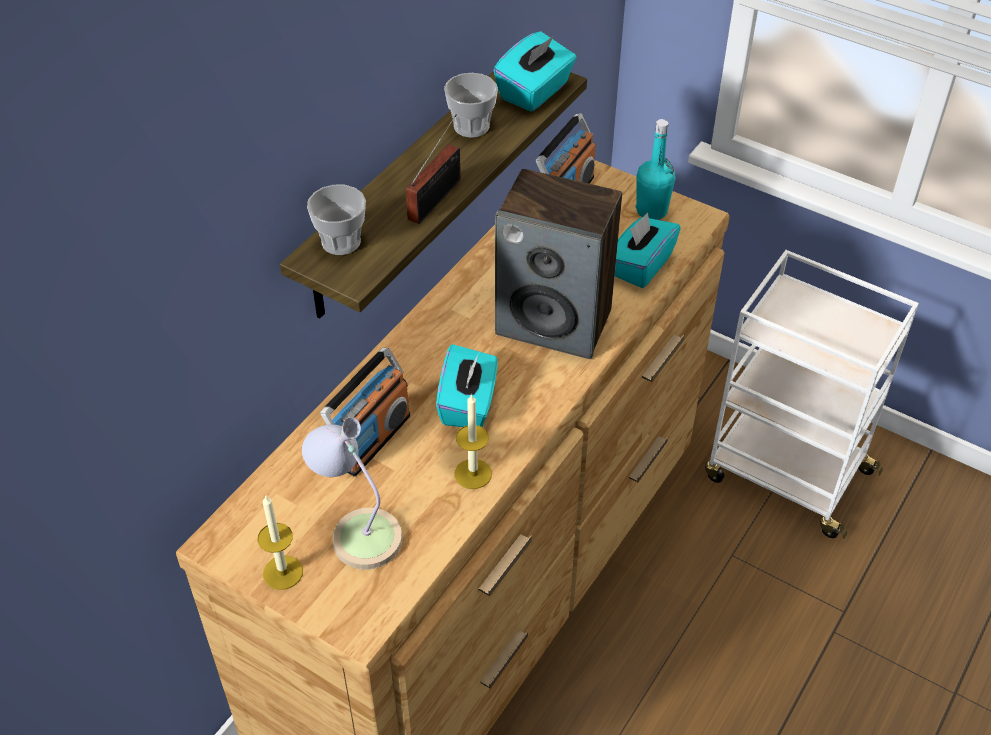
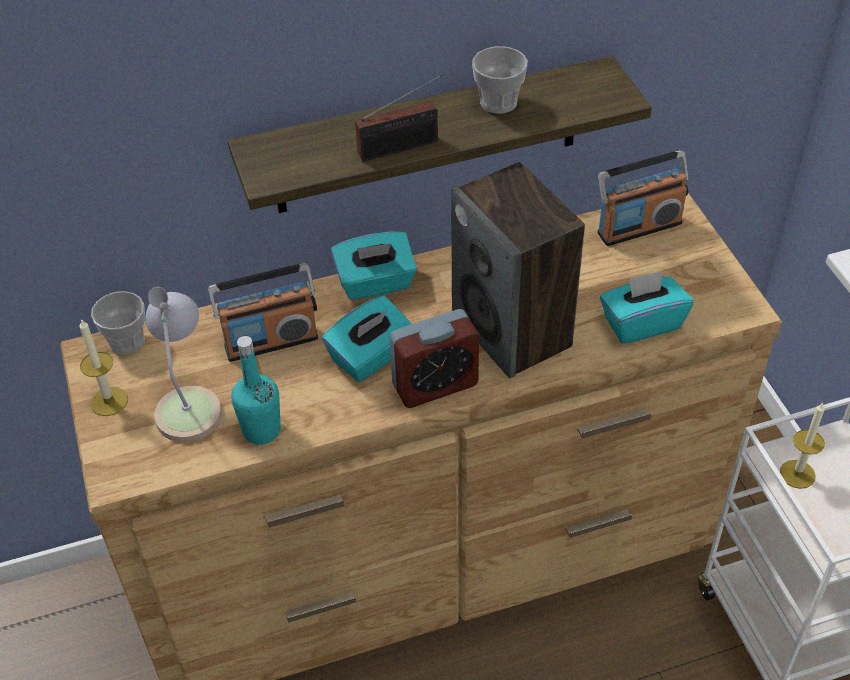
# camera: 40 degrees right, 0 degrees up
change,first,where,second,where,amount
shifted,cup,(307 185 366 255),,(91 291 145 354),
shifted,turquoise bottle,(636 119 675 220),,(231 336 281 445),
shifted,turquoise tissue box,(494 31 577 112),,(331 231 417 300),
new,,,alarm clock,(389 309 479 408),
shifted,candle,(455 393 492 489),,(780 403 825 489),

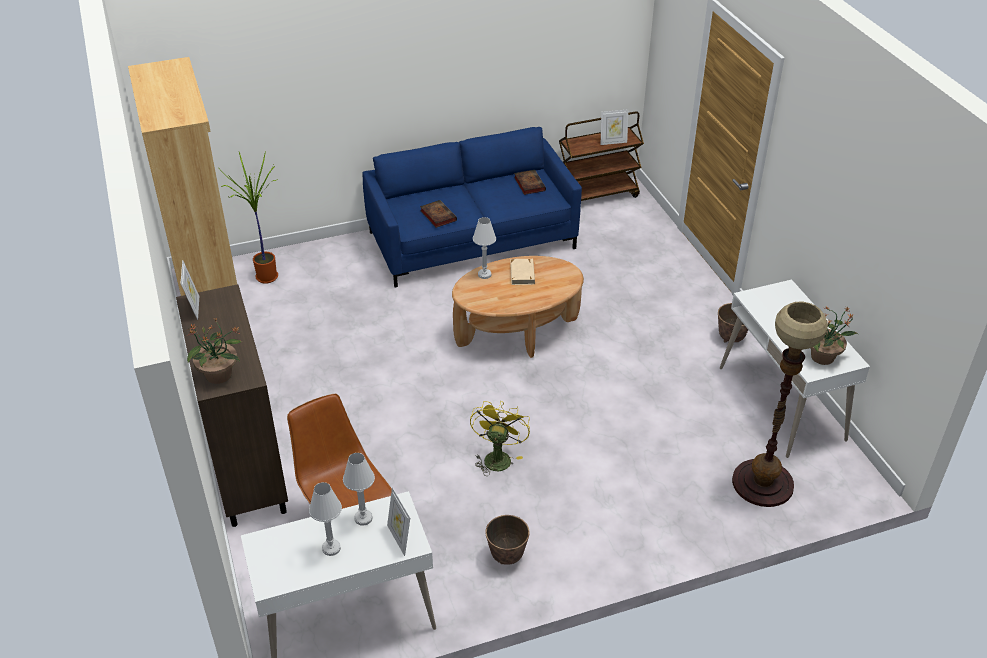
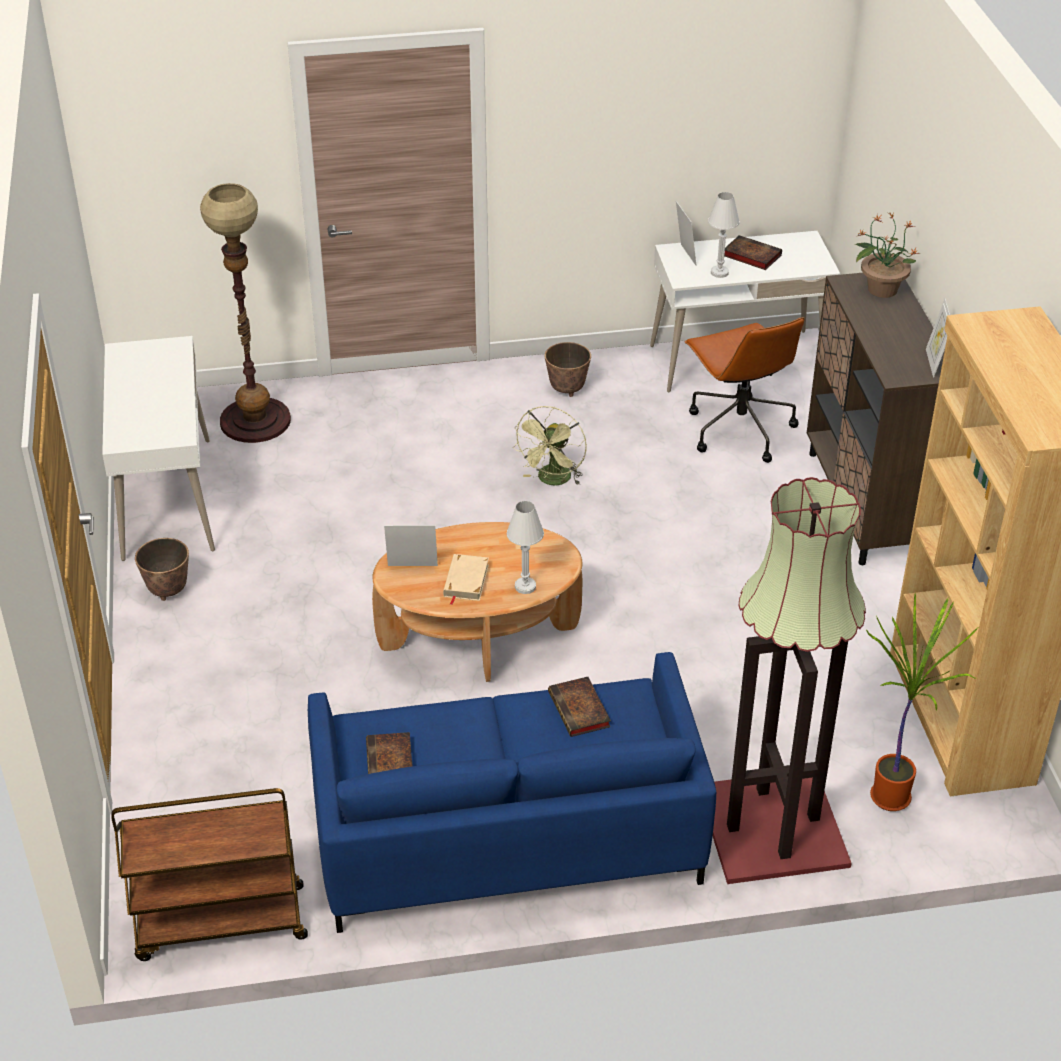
# camera: 170 degrees left, 0 degrees up
change,first,where,second,where,amount
shifted,picture frame,(601 109 628 145),,(384 525 438 566),
repainted,yellow fan,(470 400 530 476),green fan,(513 406 587 486),
new,,,floor lamp,(713 477 866 884),
swapped,white table lamp,(309 482 342 556),book,(724 235 782 270),
gone,potted plant,(811 306 858 365),,,

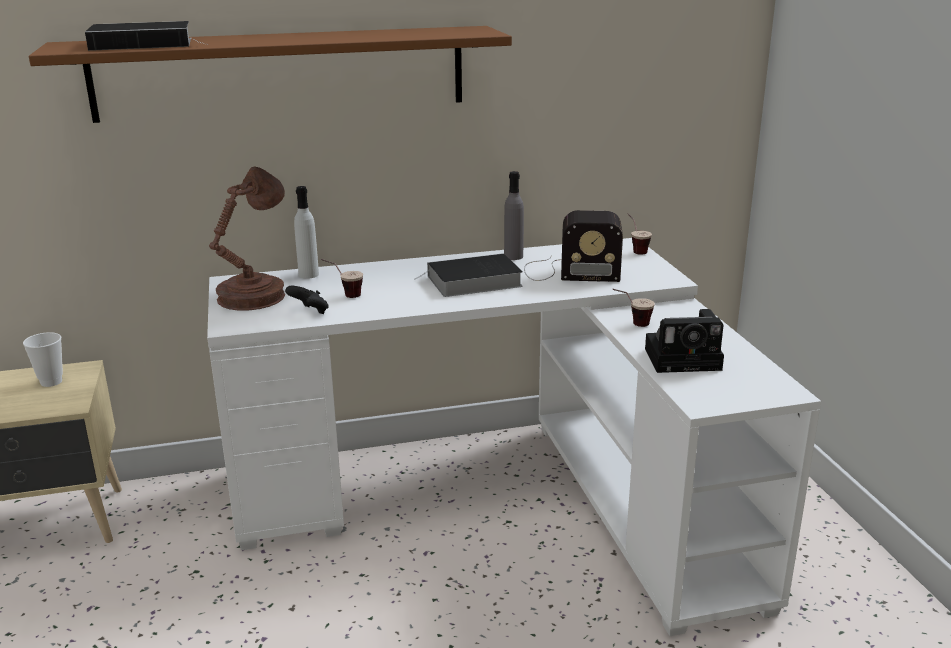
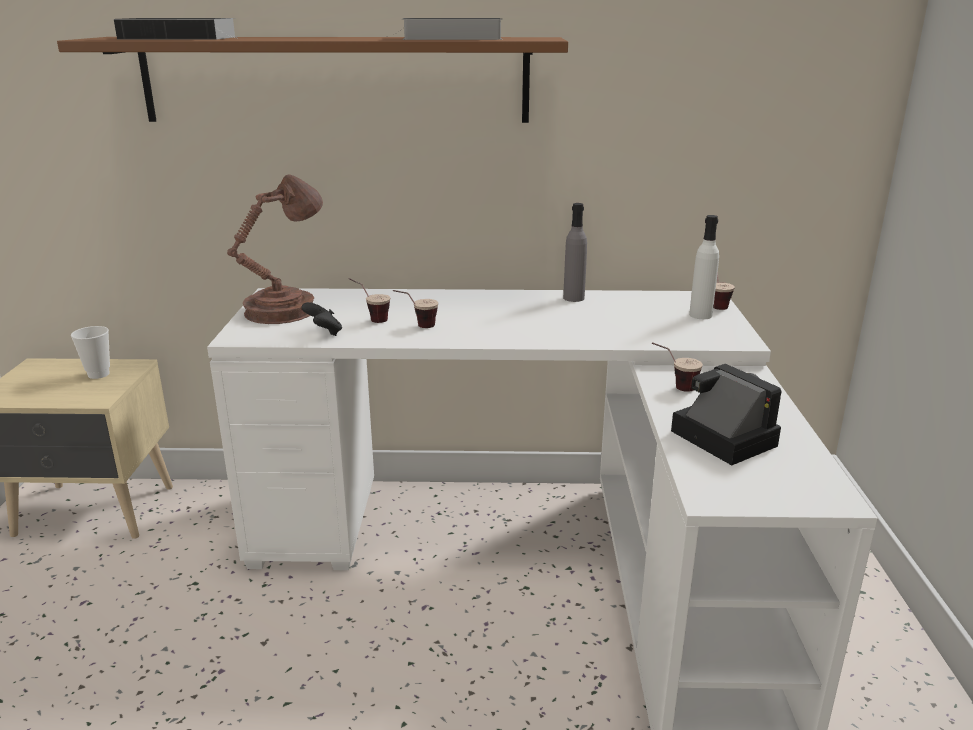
# camera: 15 degrees right, 0 degrees up
change,first,where,second,where,amount
shifted,book,(414 253 523 297),,(387 18 503 40),
new,,,cup,(393 290 438 328),
rotated,photo camera,(645 309 724 373),,(671 364 782 465),135 degrees counterclockwise
shifted,white bottle,(294 186 319 279),,(689 215 719 319),
gone,radio,(524 210 623 282),,,

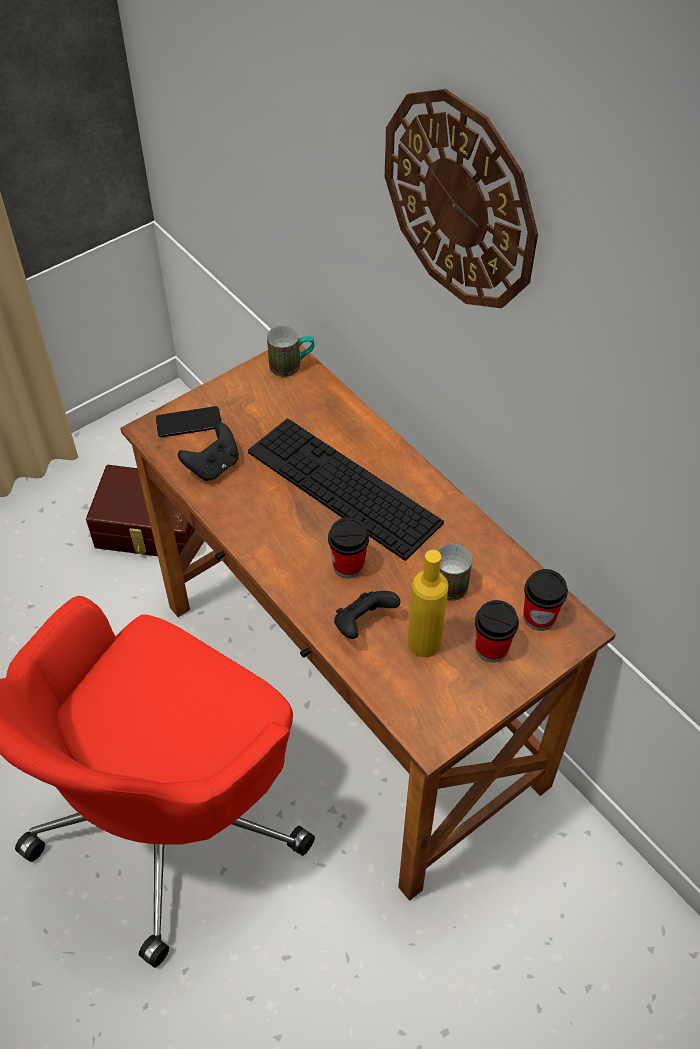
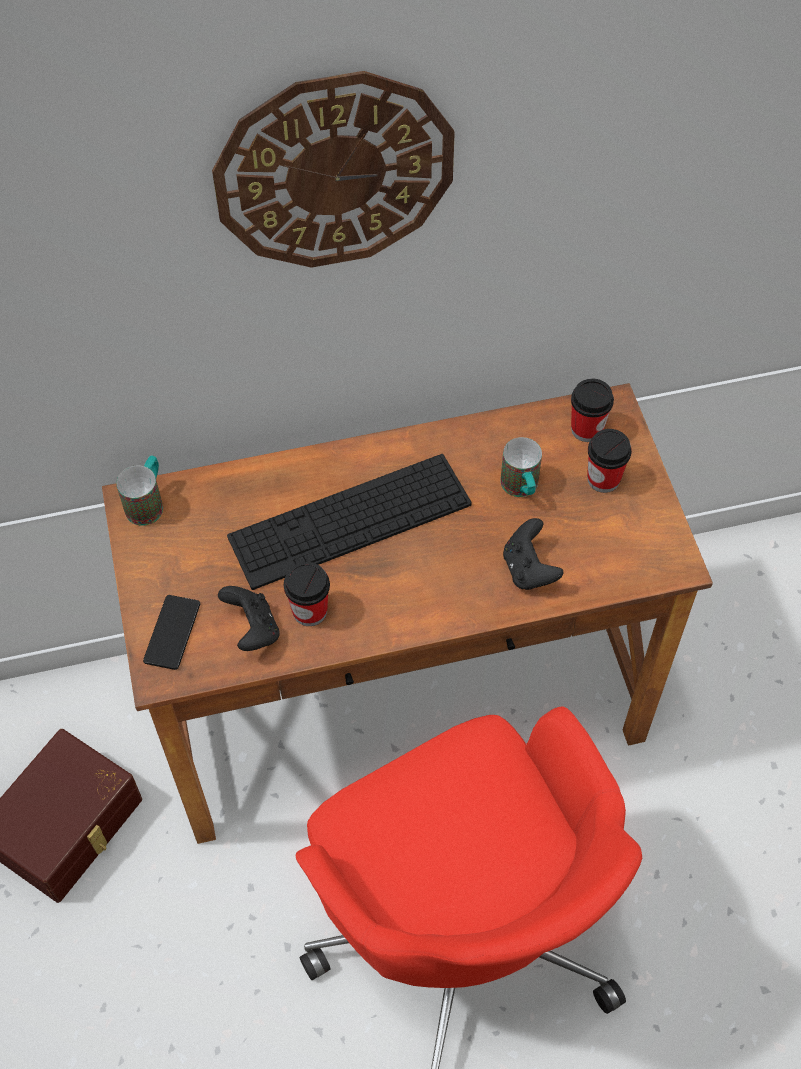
# camera: 65 degrees left, 5 degrees up
change,first,where,second,where,amount
shifted,cup,(328 517 369 578),,(284 562 330 626),
gone,yellow bottle,(408 550 448 657),,,

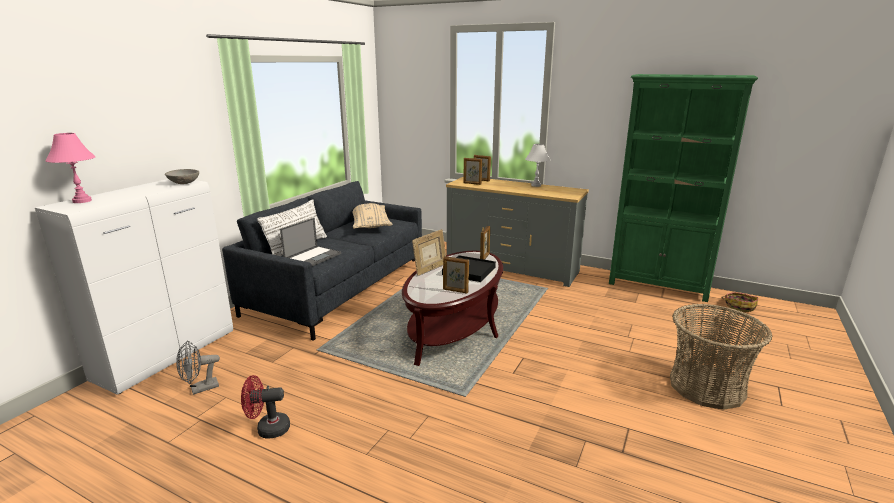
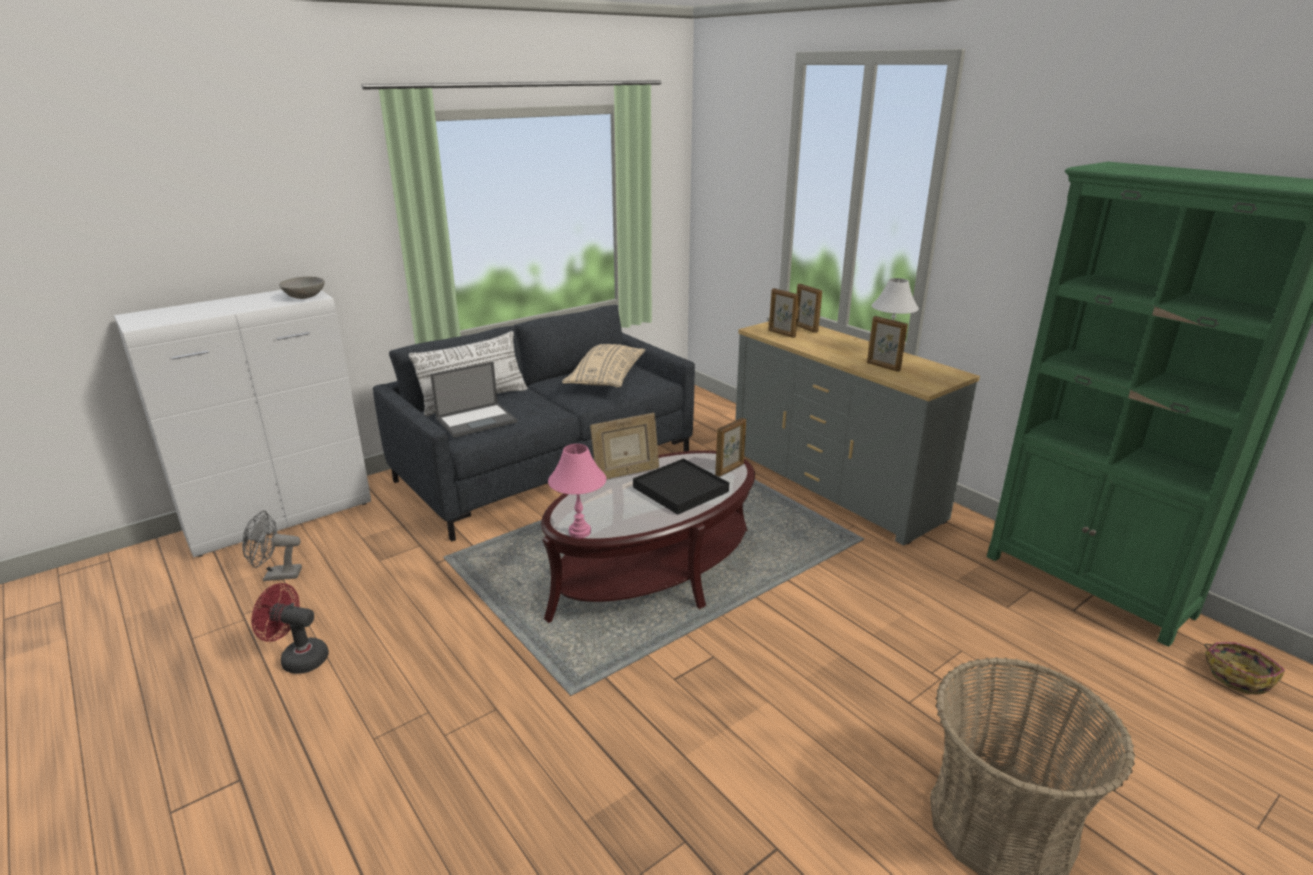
# camera: 25 degrees right, 5 degrees up
change,first,where,second,where,amount
shifted,pink table lamp,(45 133 96 203),,(548 444 606 538),
shifted,picture frame,(443 256 469 293),,(867 316 908 372),

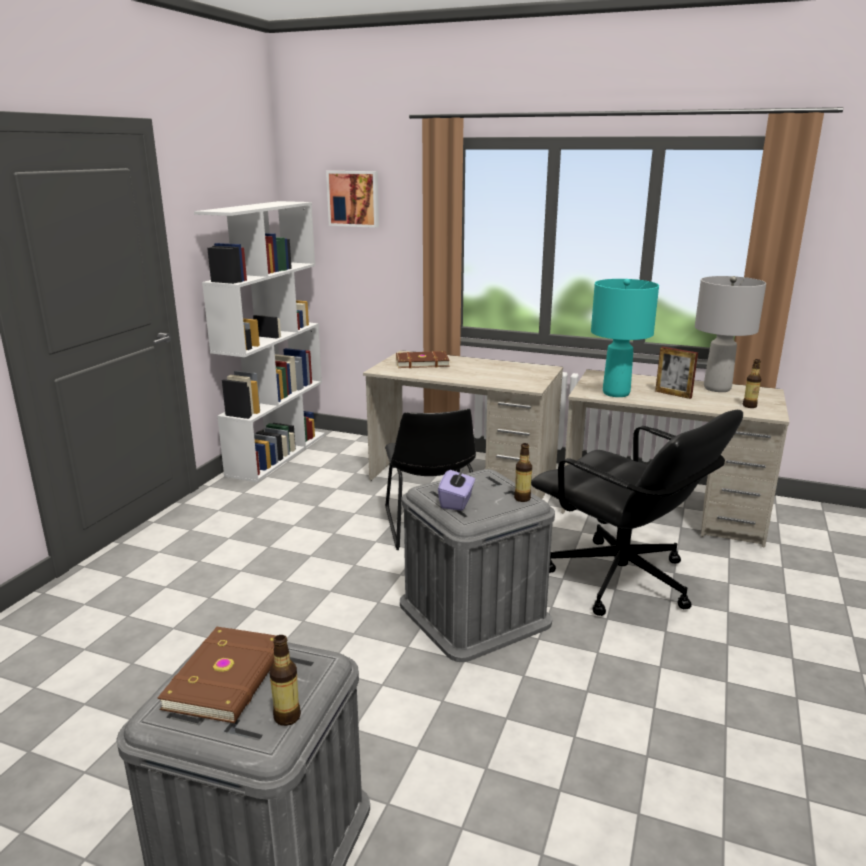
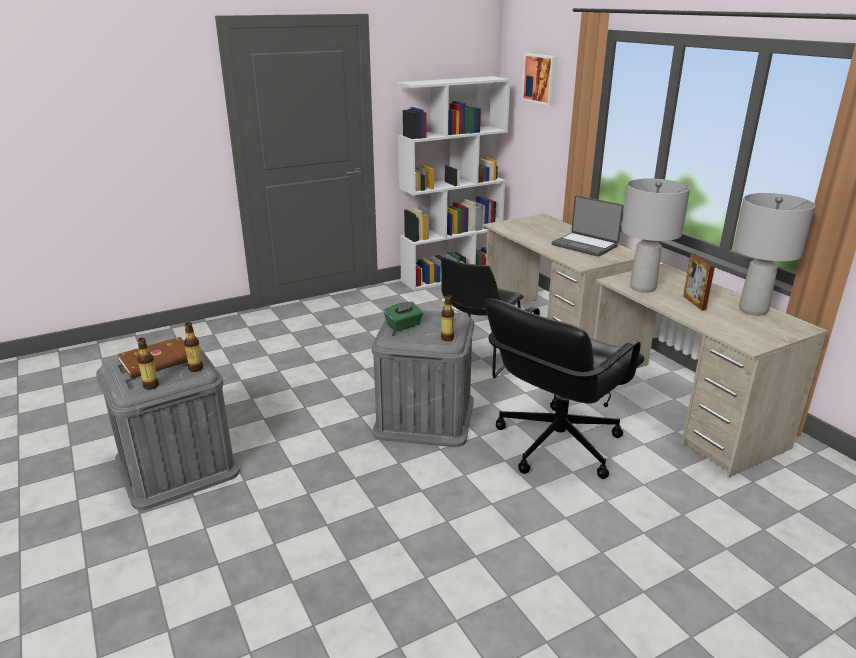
# camera: 40 degrees right, 5 degrees up
change,first,where,second,where,amount
shifted,bottle,(743 359 761 408),,(184 322 203 372),
repainted,purple tissue box,(438 467 475 511),green tissue box,(384 301 423 331),
rotated,black office chair,(531 410 743 616),,(484 298 645 479),45 degrees clockwise
new,,,laptop,(552 195 624 257),
repainted,turquoise table lamp,(591 279 659 397),grey table lamp,(621 178 690 293),
gone,brown book,(396 351 450 368),,,

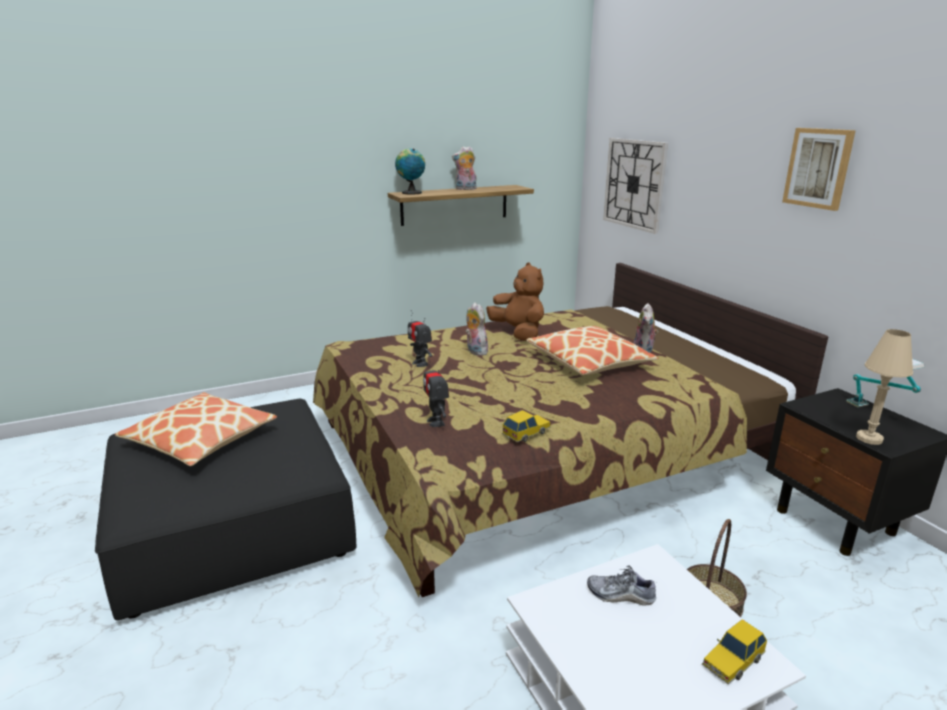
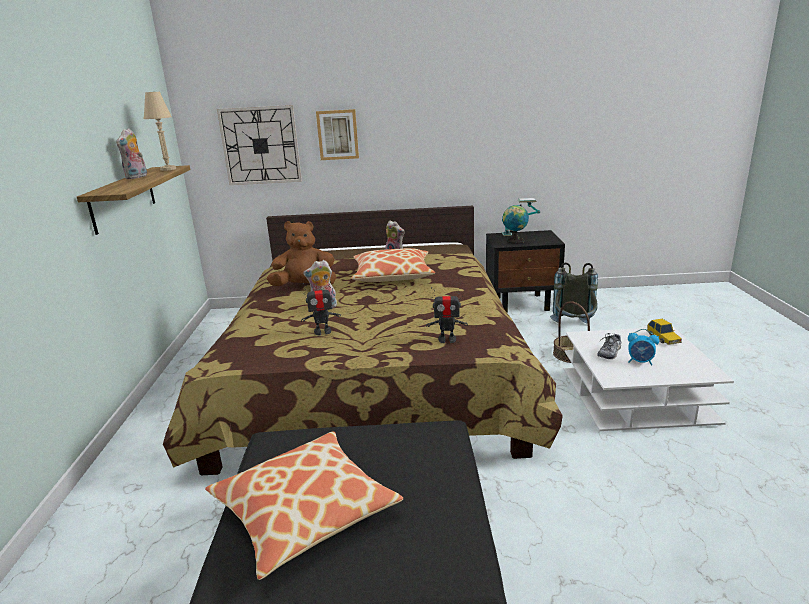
# camera: 65 degrees left, 0 degrees up
change,first,where,second,where,amount
shifted,beige table lamp,(856 329 913 445),,(144 92 176 171),
shifted,picture,(782 128 856 211),,(316 109 359 160),
shifted,globe,(395 148 425 194),,(502 204 529 244),
new,,,grey backpack,(550 263 598 323),
new,,,alarm clock,(628 329 659 366),
gone,toy car,(502 410 551 442),,,

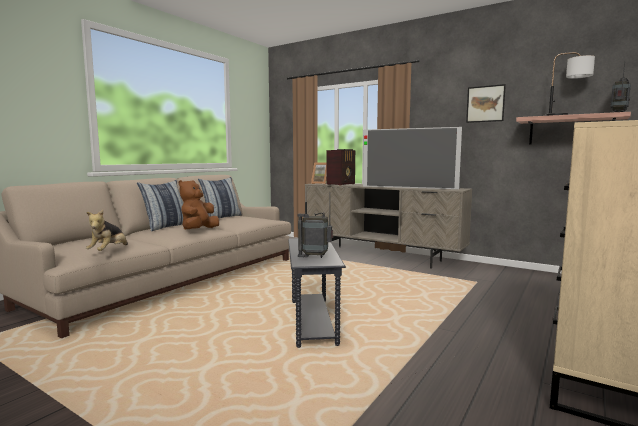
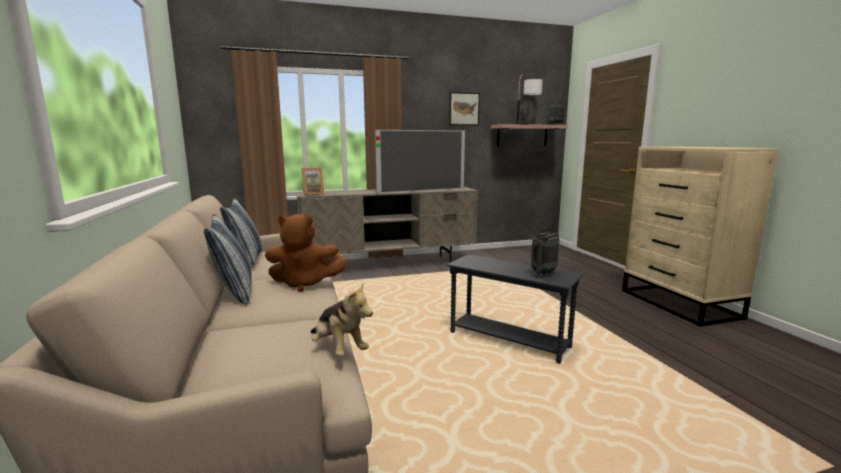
# camera: 50 degrees left, 5 degrees up
change,first,where,second,where,amount
rotated,brown plush toy,(179 180 219 230),,(265 214 347 292),60 degrees counterclockwise
gone,radio,(326 149 355 185),,,

